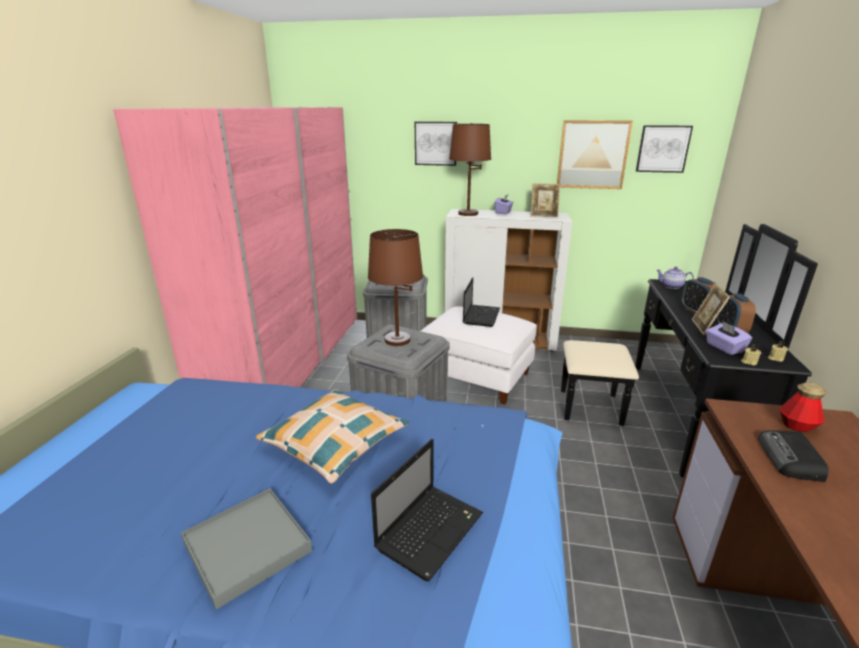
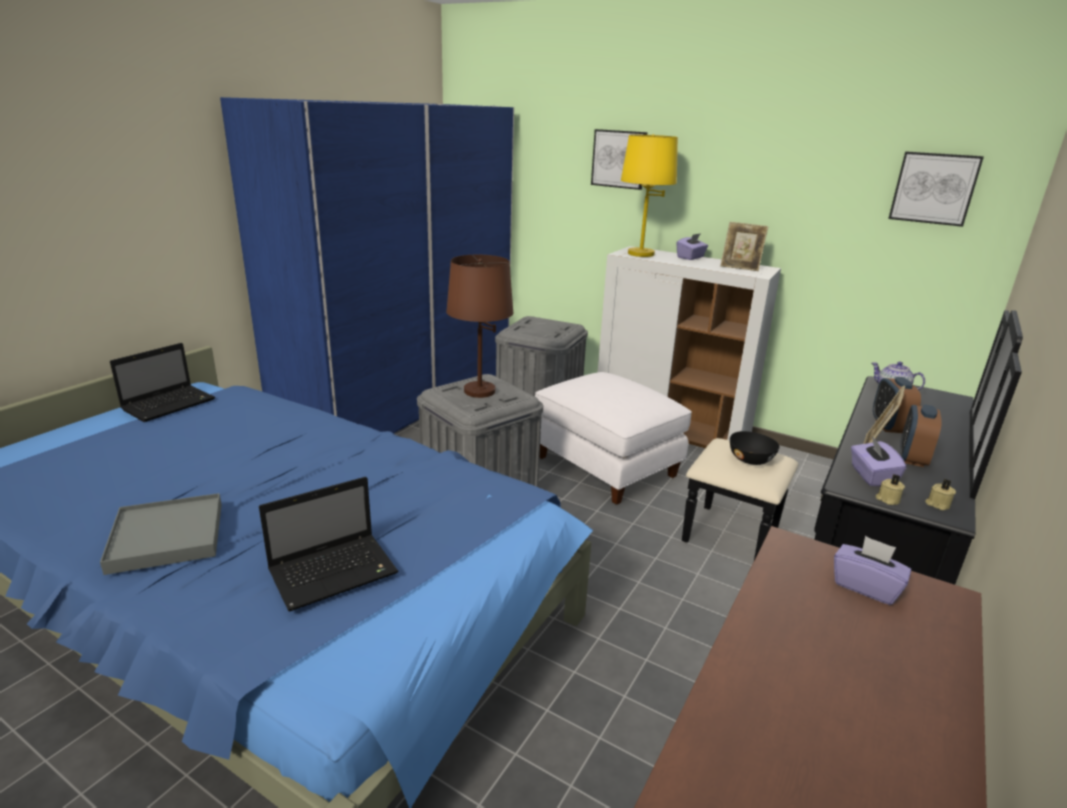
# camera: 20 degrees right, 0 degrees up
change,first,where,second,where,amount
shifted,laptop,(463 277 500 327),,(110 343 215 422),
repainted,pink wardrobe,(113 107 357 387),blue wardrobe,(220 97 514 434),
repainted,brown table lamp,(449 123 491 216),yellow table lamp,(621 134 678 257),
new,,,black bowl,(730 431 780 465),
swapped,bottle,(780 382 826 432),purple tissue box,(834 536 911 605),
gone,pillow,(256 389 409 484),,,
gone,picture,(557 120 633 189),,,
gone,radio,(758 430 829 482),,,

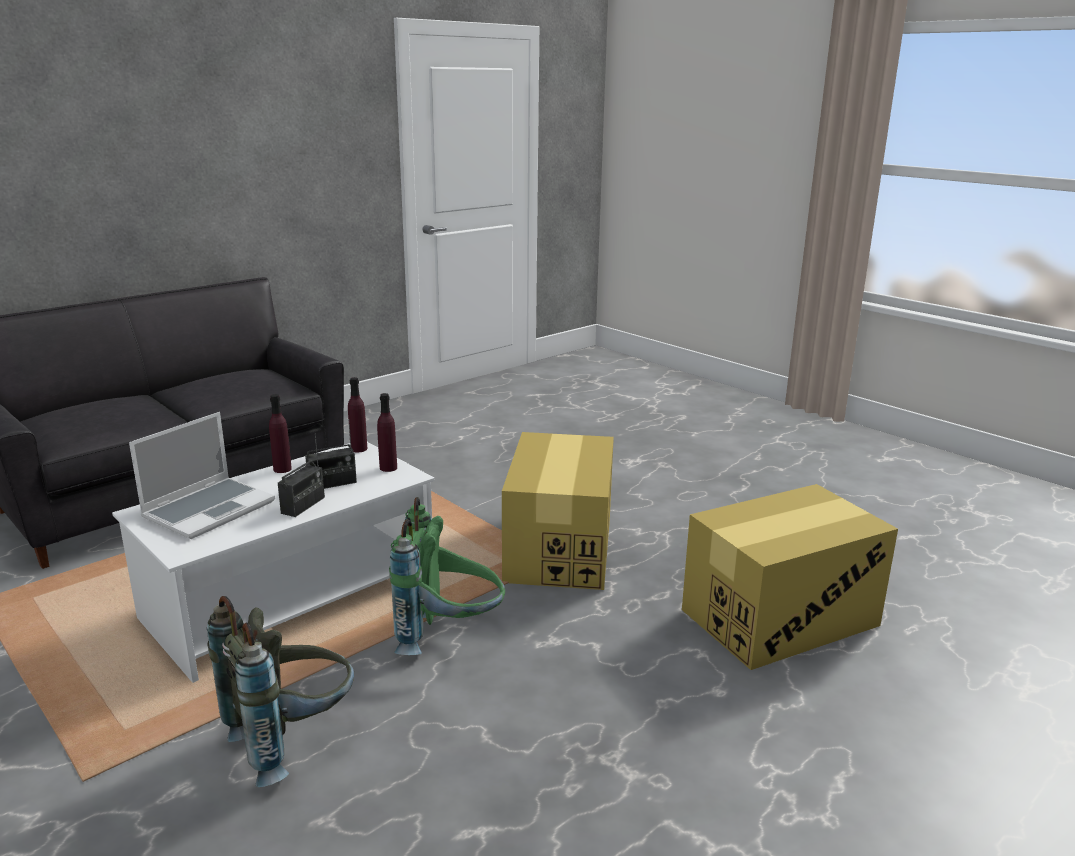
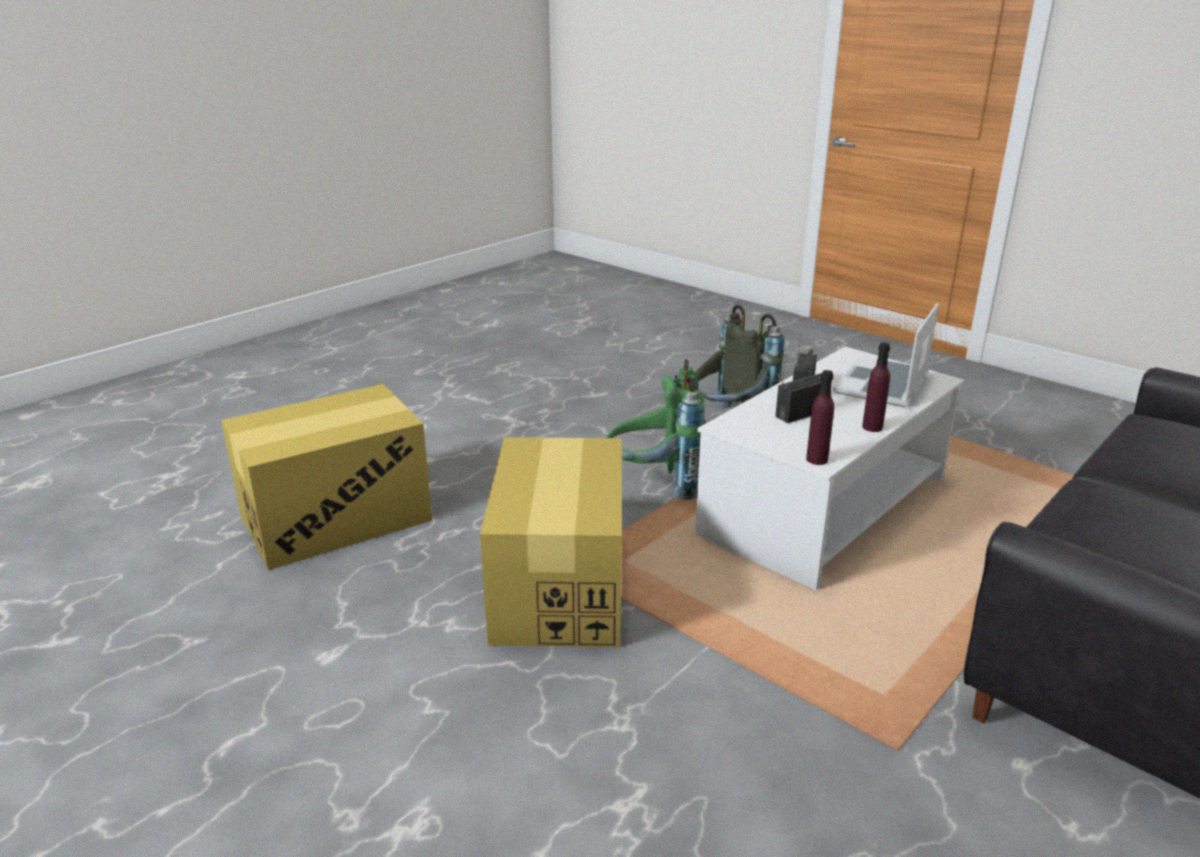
# camera: 175 degrees right, 5 degrees up
change,first,where,second,where,amount
gone,purple bottle,(377 393 397 472),,,

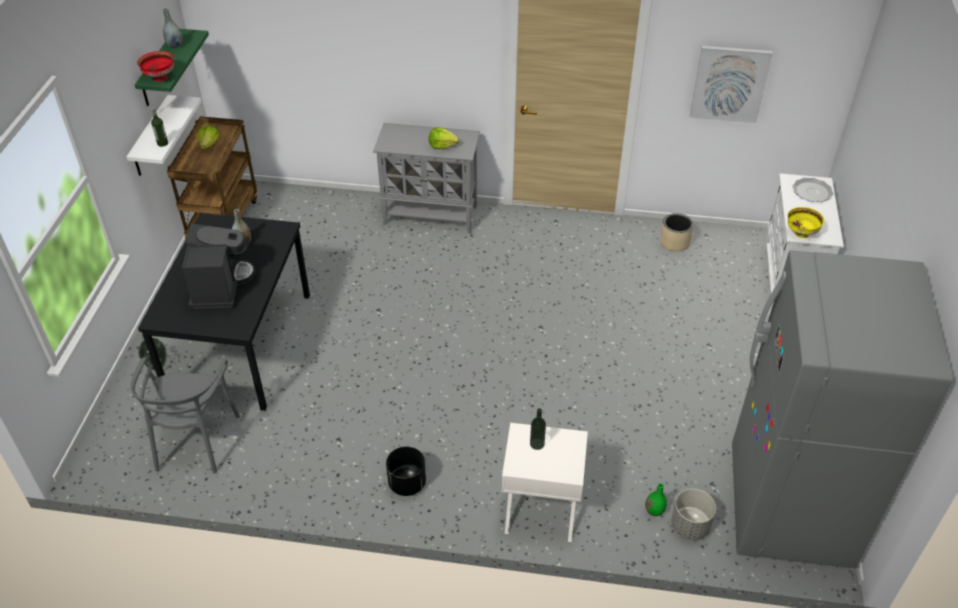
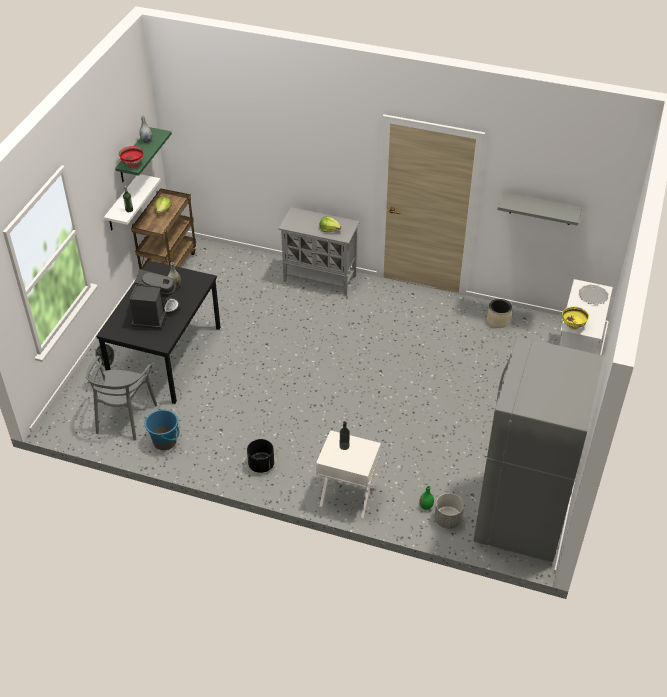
# camera: 10 degrees right, 0 degrees up
change,first,where,second,where,amount
new,,,blue bucket,(145 409 180 450),
swapped,picture,(690 46 773 123),grey shelf,(497 192 582 226),

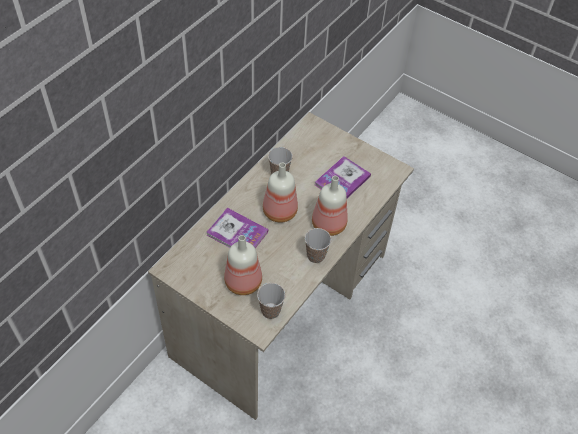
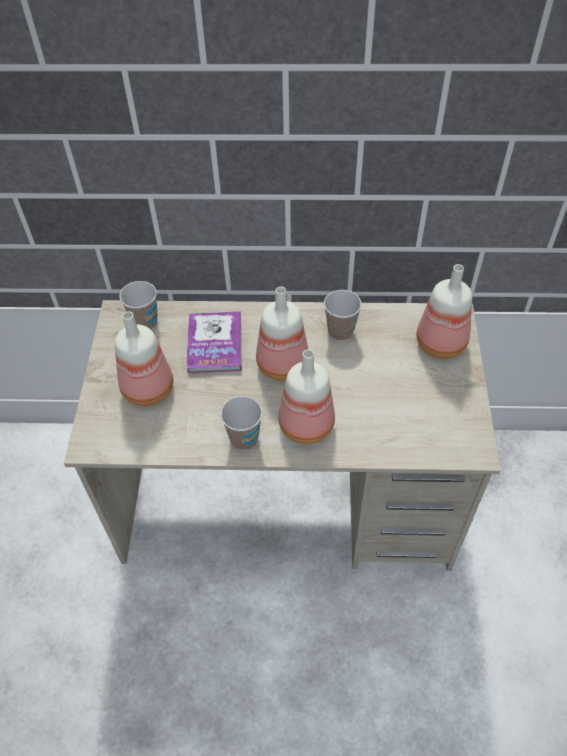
# camera: 60 degrees right, 0 degrees up
change,first,where,second,where,amount
shifted,cup,(257 283 286 319),,(119 281 157 329),
new,,,bottle,(416 264 472 359),
gone,book,(315 156 371 198),,,

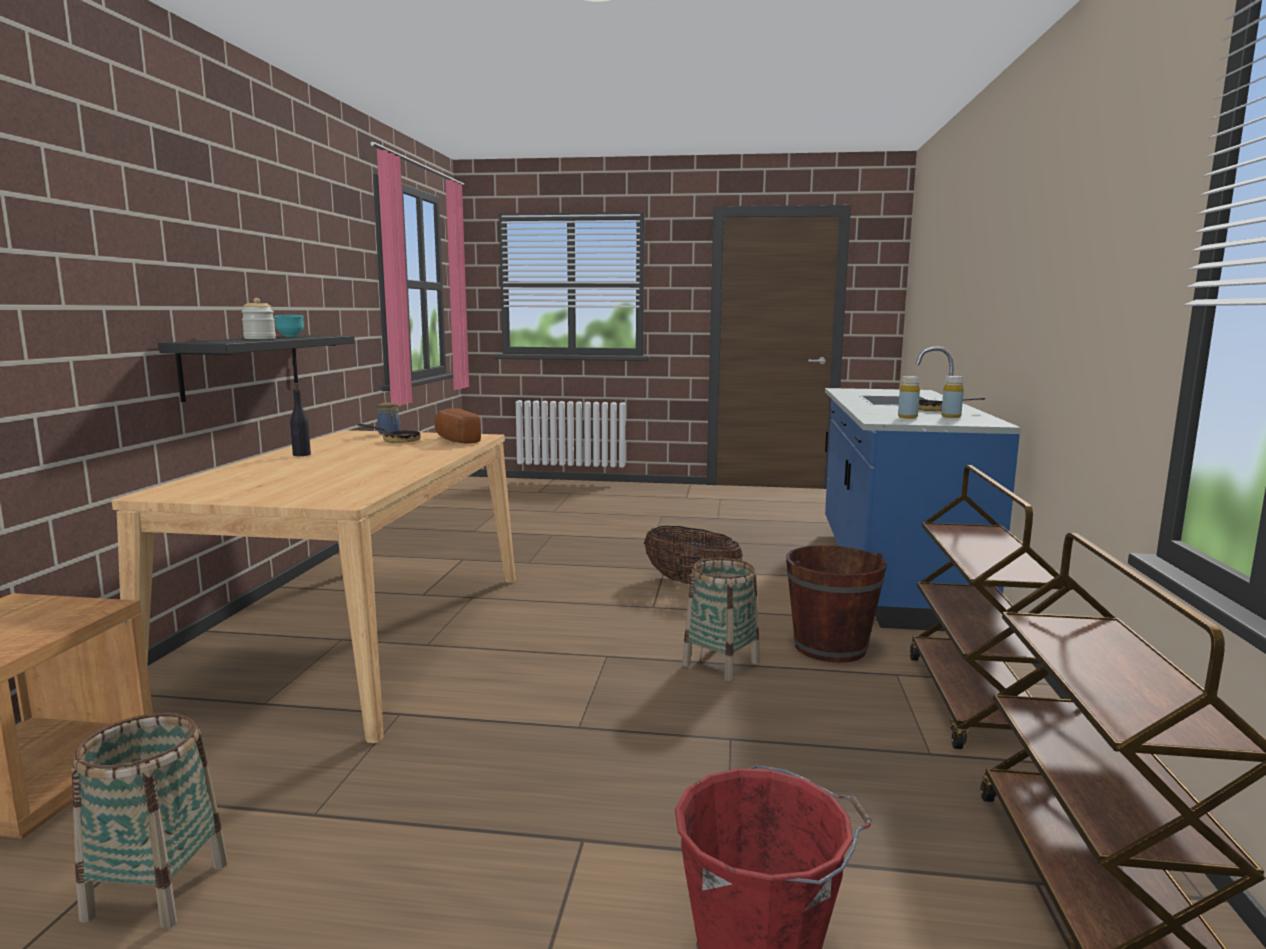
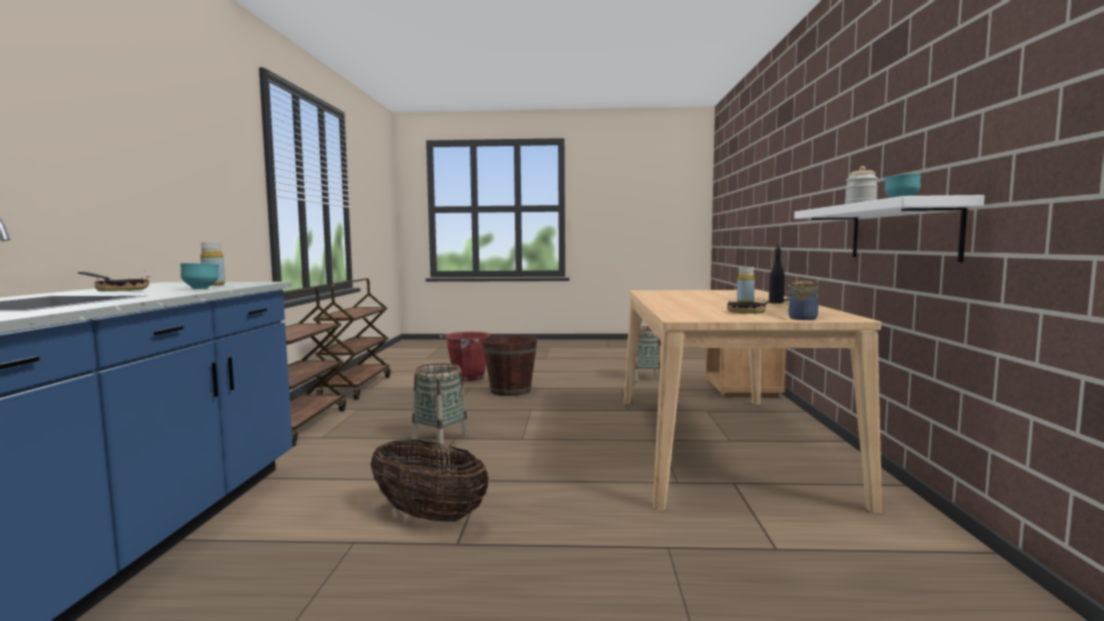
# camera: 175 degrees right, 5 degrees down
change,first,where,second,where,amount
new,,,turquoise bowl,(180 263 219 289),
shifted,brown bucket,(786 545 887 663),,(482 334 537 396),
shifted,yellow bottle,(941 376 964 418),,(737 267 755 302),
repainted,black shelf,(159 335 355 402),white shelf,(794 195 985 262),
gone,bread,(434 408 481 444),,,

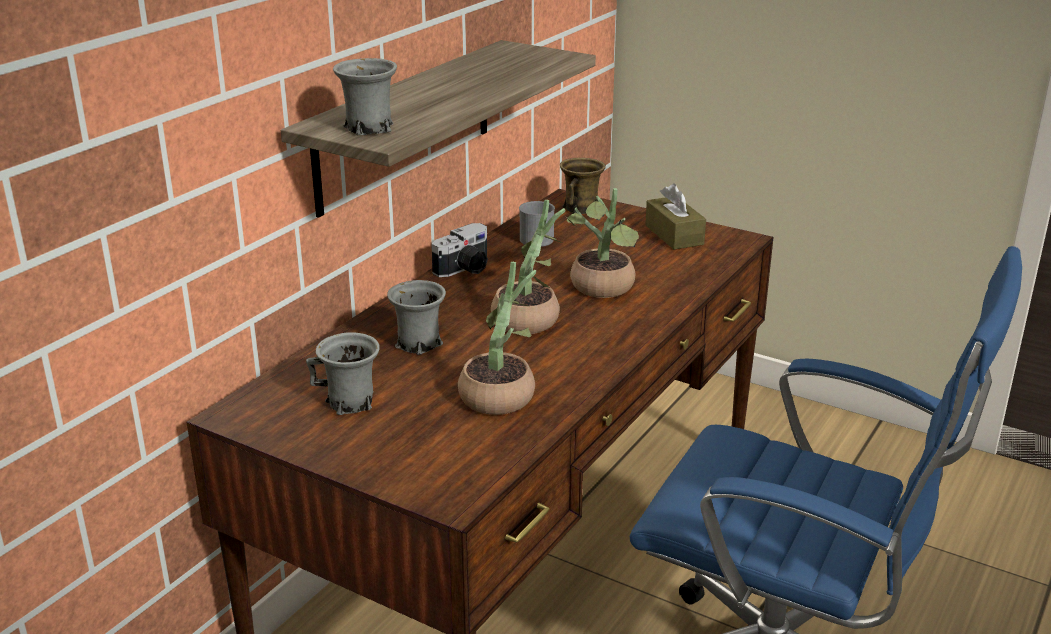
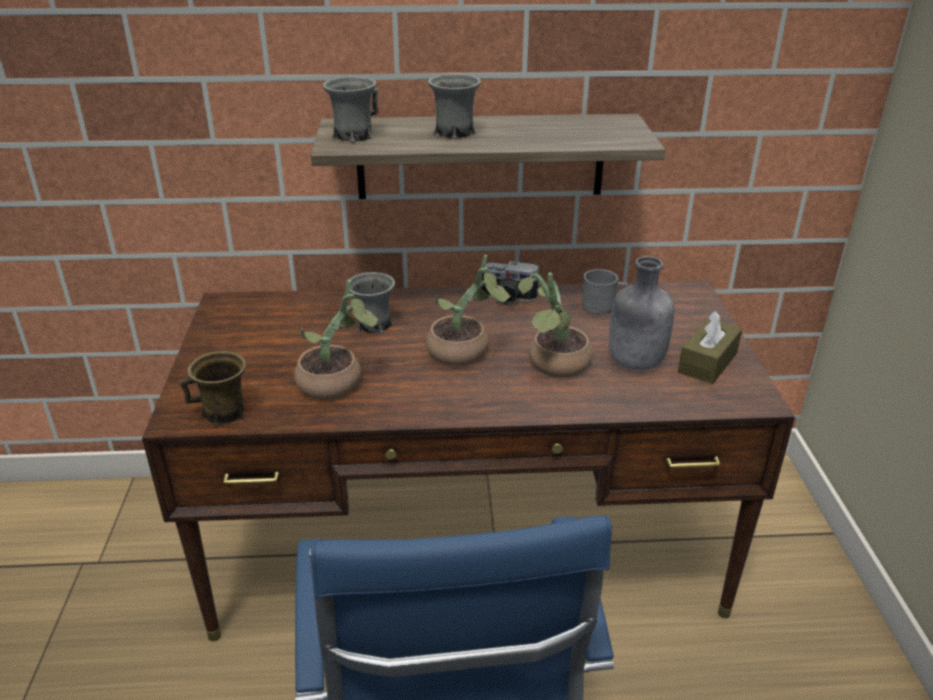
# camera: 55 degrees right, 5 degrees up
change,first,where,second,where,amount
shifted,brown mug,(560 158 606 214),,(179 351 246 426),
shifted,grey mug,(306 332 380 415),,(428 74 481 139),
new,,,grey bottle,(609 256 674 369),

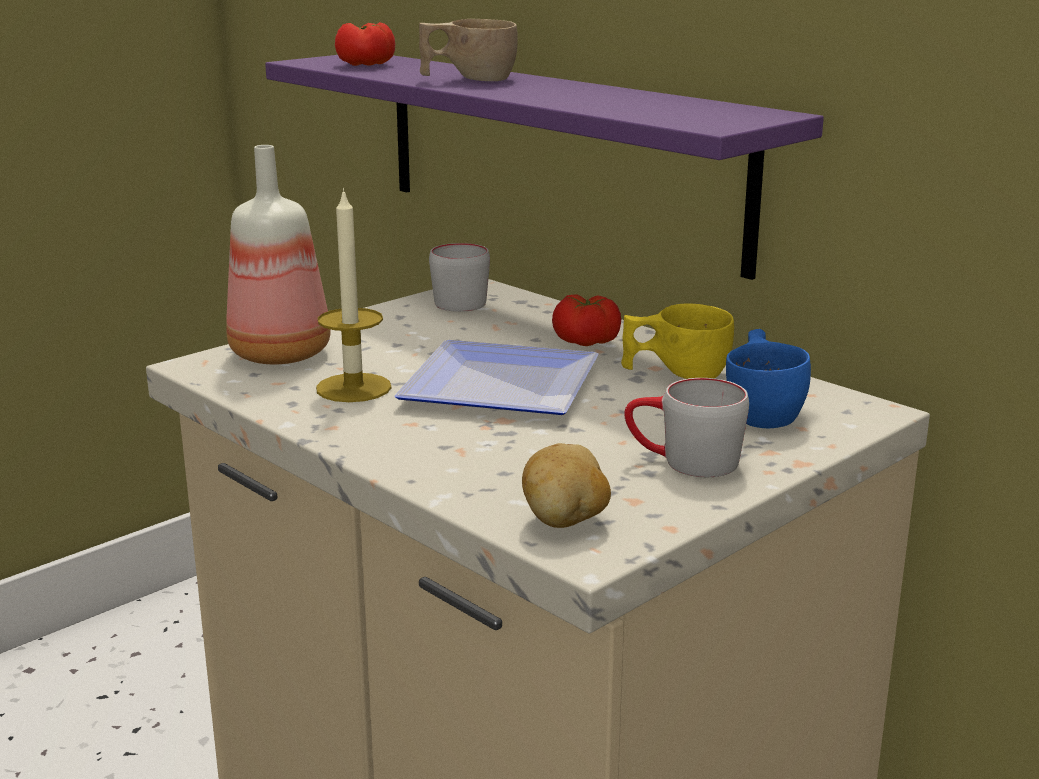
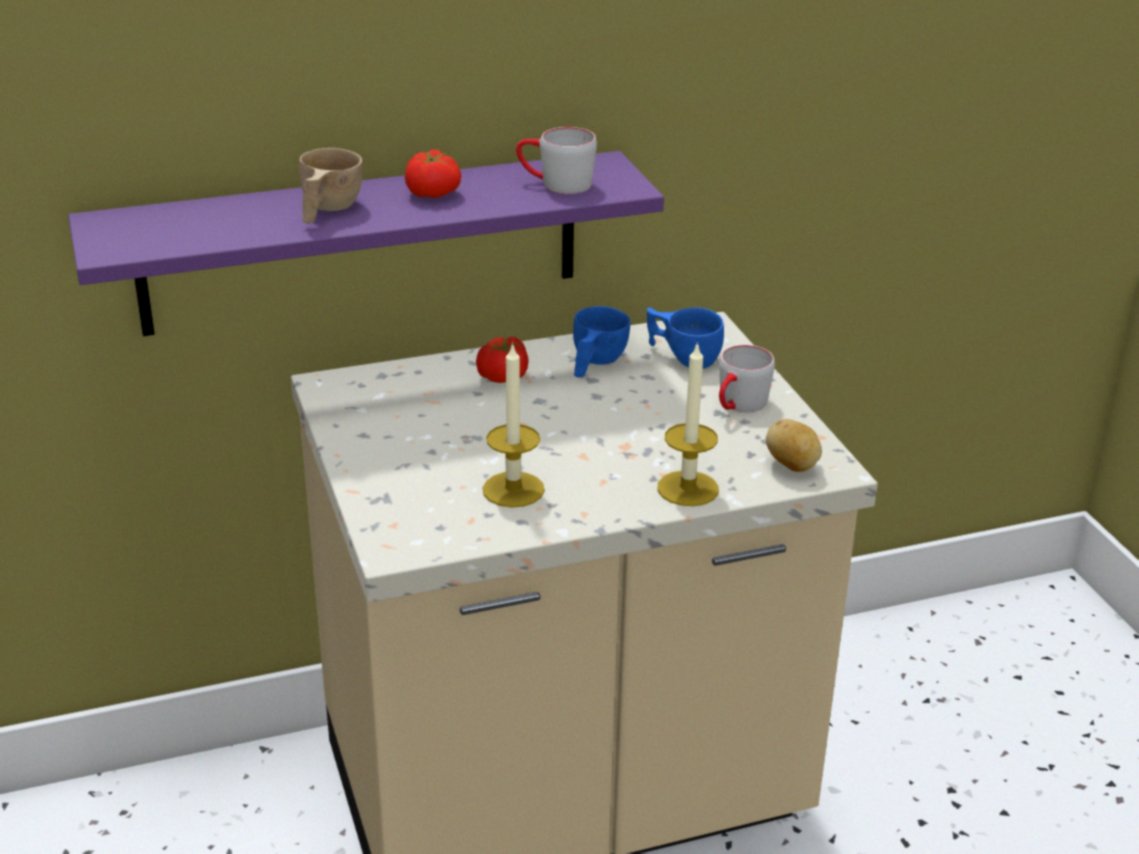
# camera: 65 degrees left, 10 degrees up
change,first,where,second,where,amount
shifted,tomato,(335 22 395 66),,(405 149 461 198),
shifted,grey mug,(429 243 490 312),,(516 127 597 194),
repainted,yellow cup,(621 303 734 379),blue cup,(573 306 630 377),
new,,,candle,(657 342 719 506),
gone,bottle,(226 145 331 364),,,
gone,plate,(394 340 599 415),,,

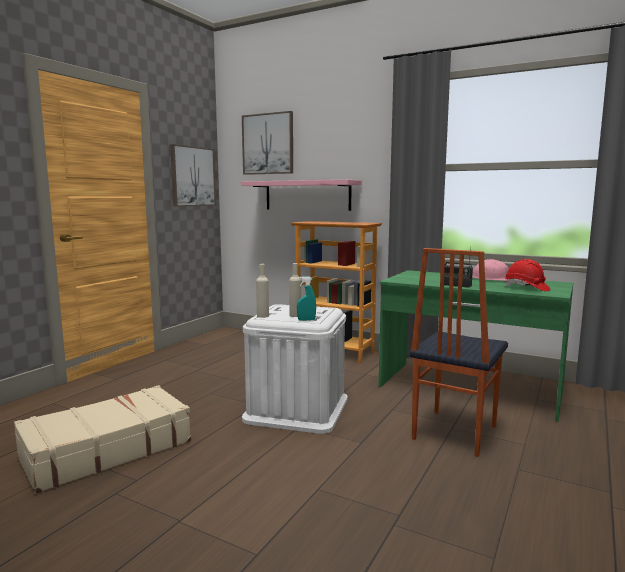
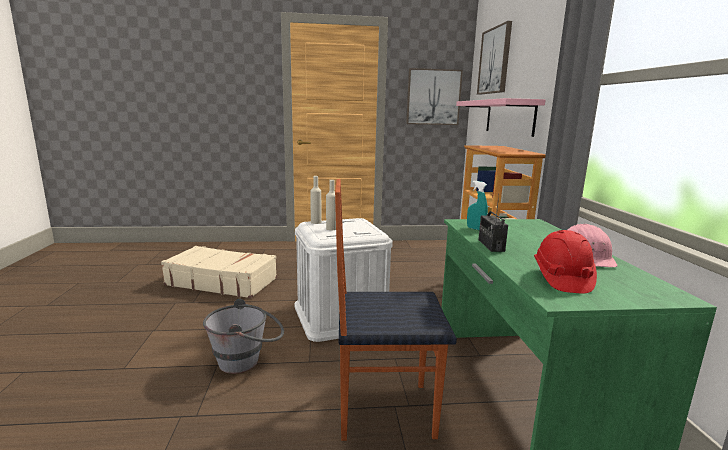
# camera: 55 degrees right, 5 degrees up
change,first,where,second,where,amount
new,,,grey bucket,(203 299 284 374),
shifted,turquoise spray bottle,(297 276 316 321),,(467 181 488 230),

